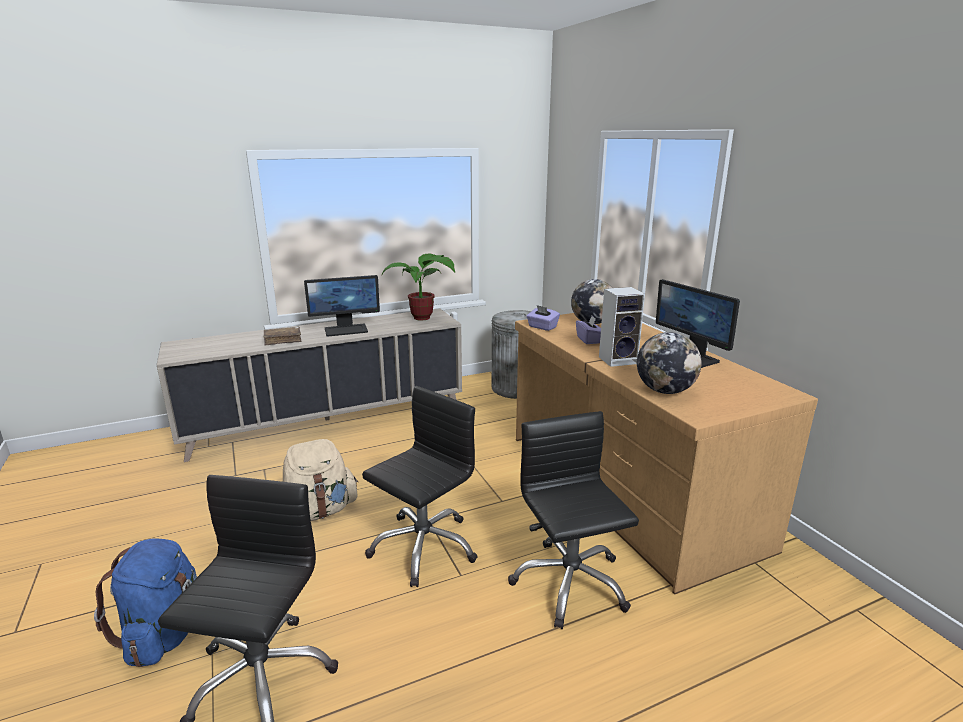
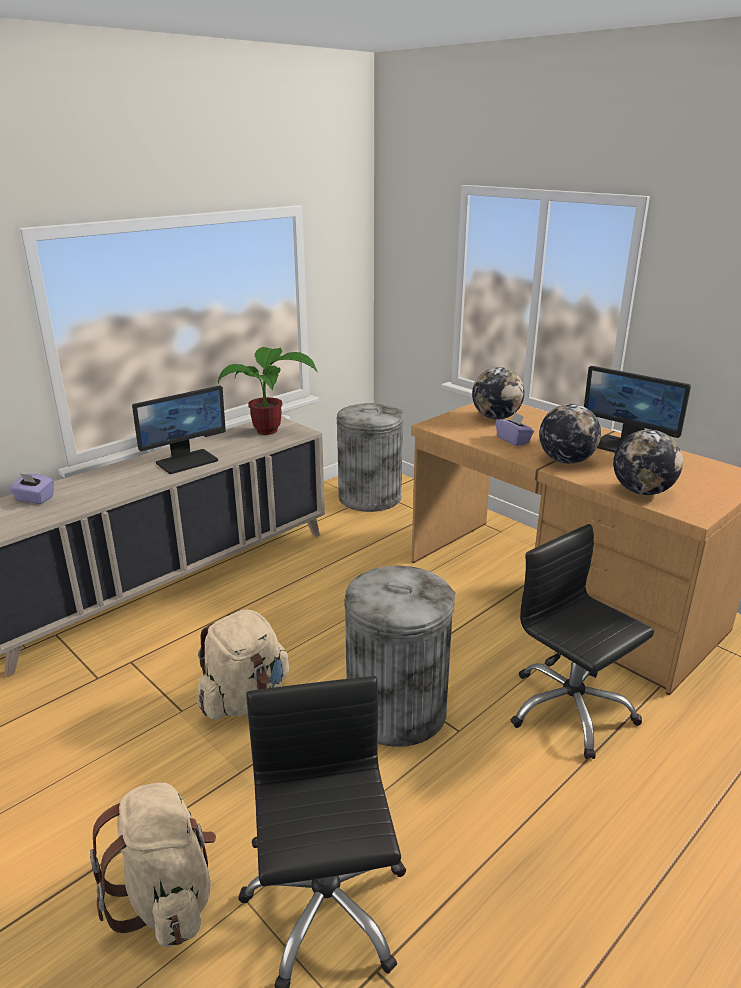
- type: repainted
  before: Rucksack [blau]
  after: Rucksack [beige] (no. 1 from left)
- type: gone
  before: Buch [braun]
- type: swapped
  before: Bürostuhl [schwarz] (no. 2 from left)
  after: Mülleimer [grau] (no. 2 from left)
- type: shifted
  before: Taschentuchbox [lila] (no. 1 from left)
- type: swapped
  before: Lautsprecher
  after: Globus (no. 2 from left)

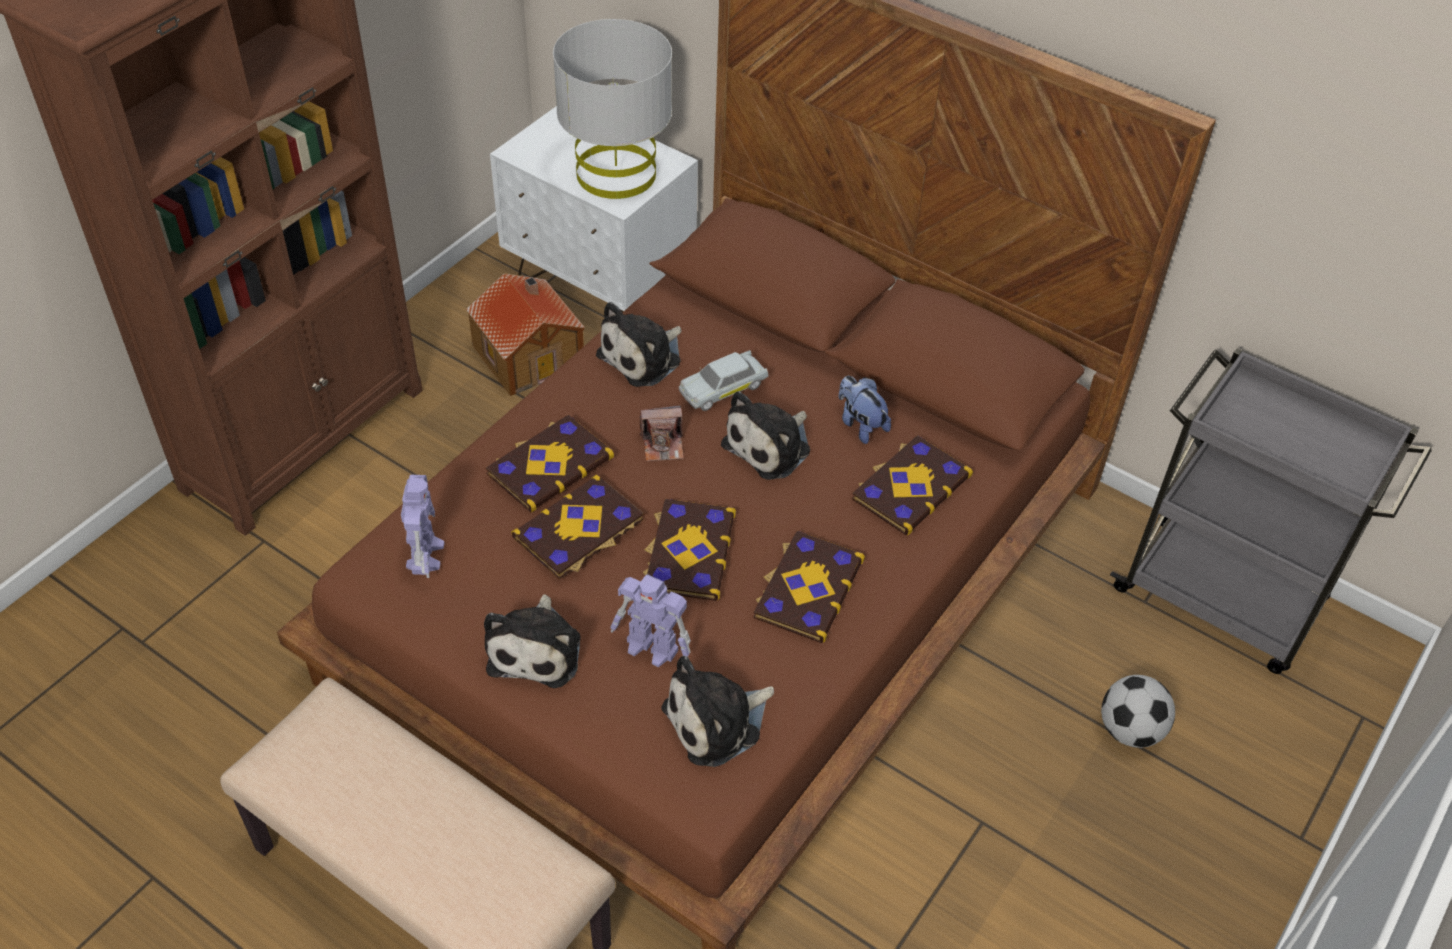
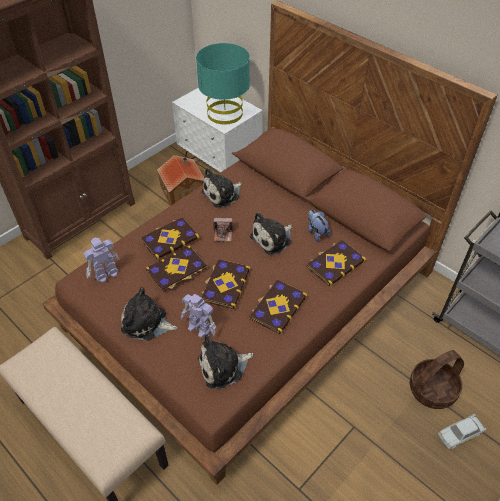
- type: rotated
  before: Spielzeugroboter (no. 1 from left)
  turn: -135
- type: rotated
  before: Plüschtier (no. 1 from left)
  turn: 90
- type: repainted
  before: Tischlampe [grau]
  after: Tischlampe [türkis]
- type: shifted
  before: Spielzeugauto [weiß]
- type: swapped
  before: Fußball
  after: Korb

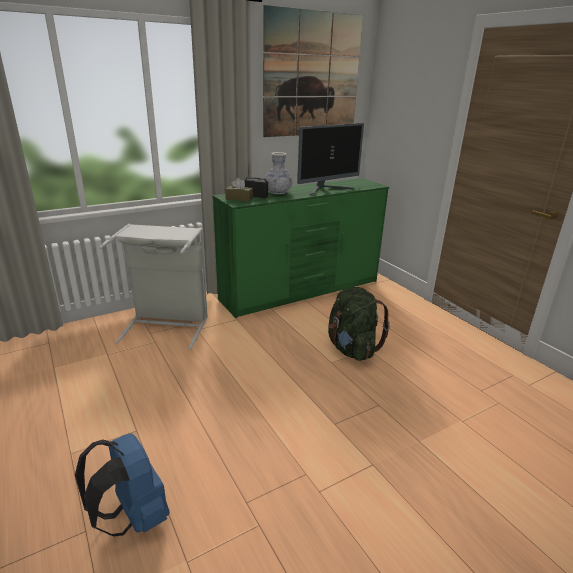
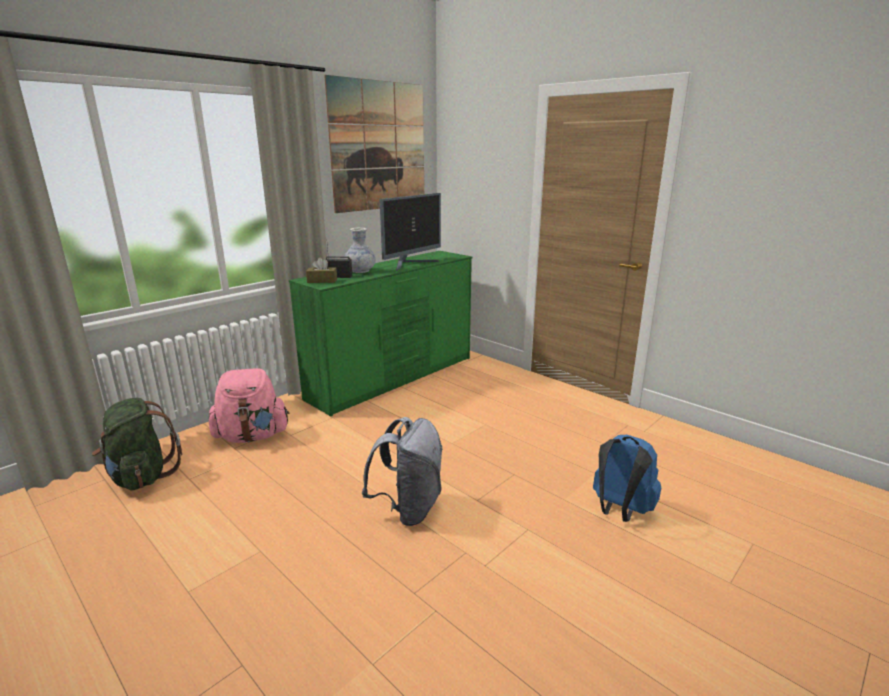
- type: shifted
  before: Rucksack [blau]
- type: swapped
  before: Wäschekorb [grau]
  after: Rucksack [rosa]
- type: shifted
  before: Rucksack [grün]
- type: new
  after: Rucksack [grau]

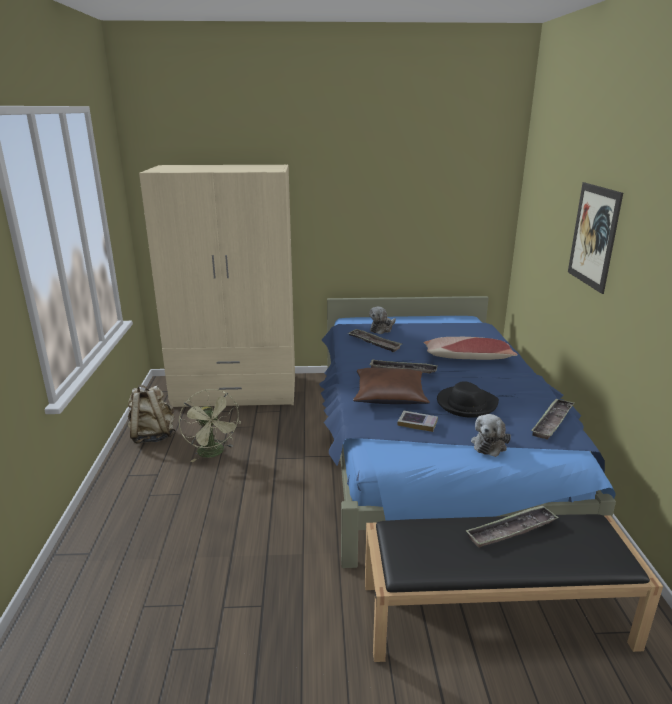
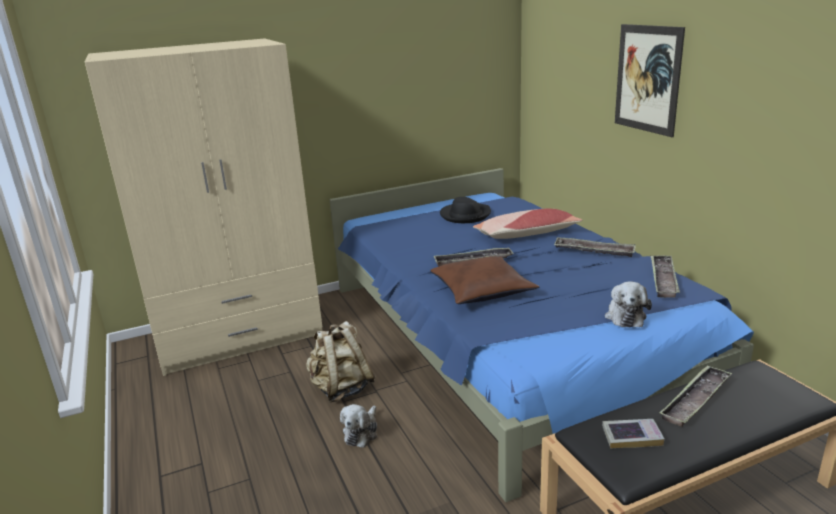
- type: shifted
  before: Rucksack [beige]
- type: gone
  before: Ventilator [grün]
- type: shifted
  before: Tablett (no. 1 from left in the first image)
  after: Tablett (no. 2 from left)
- type: shifted
  before: Plüschtier (no. 1 from left)
- type: shifted
  before: Buch
- type: shifted
  before: Hut [schwarz]

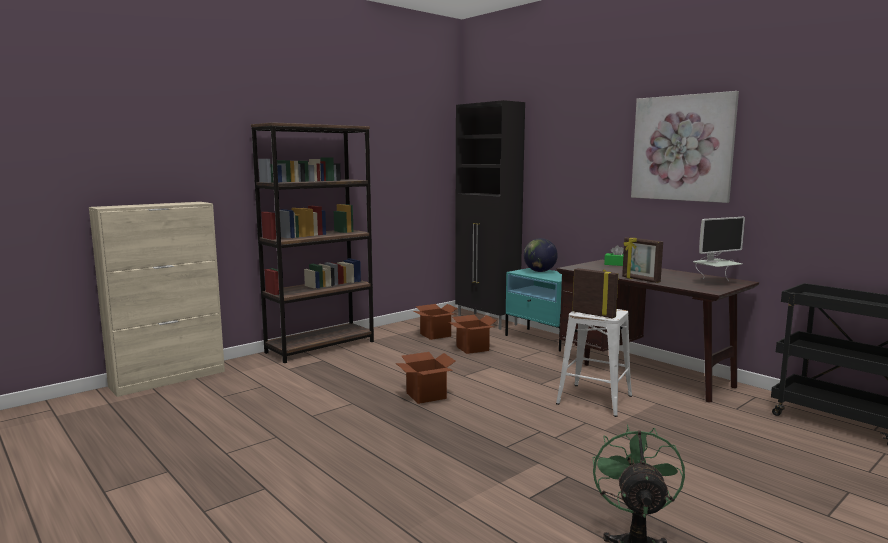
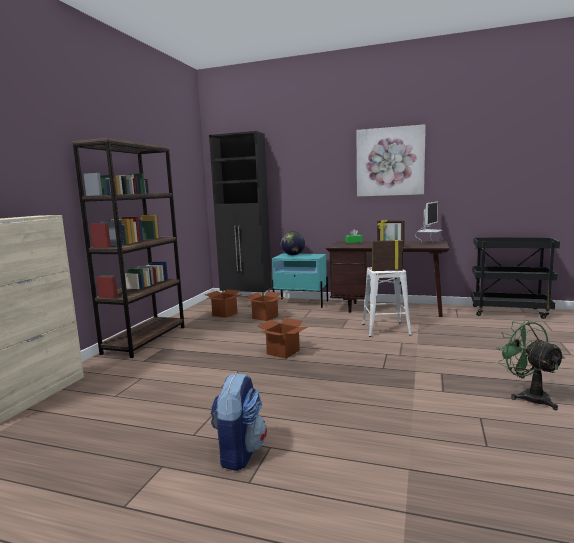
- type: new
  after: Rucksack

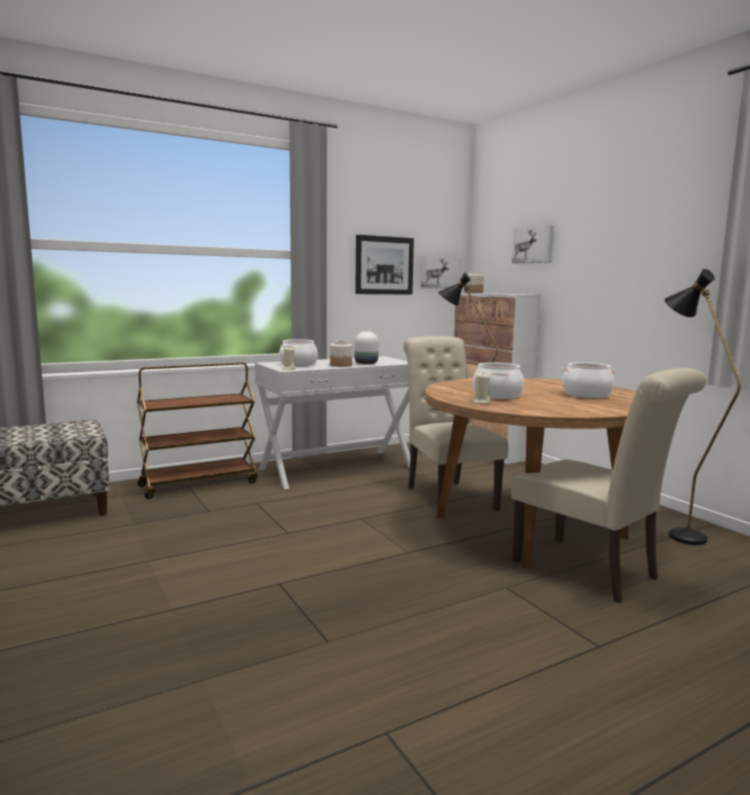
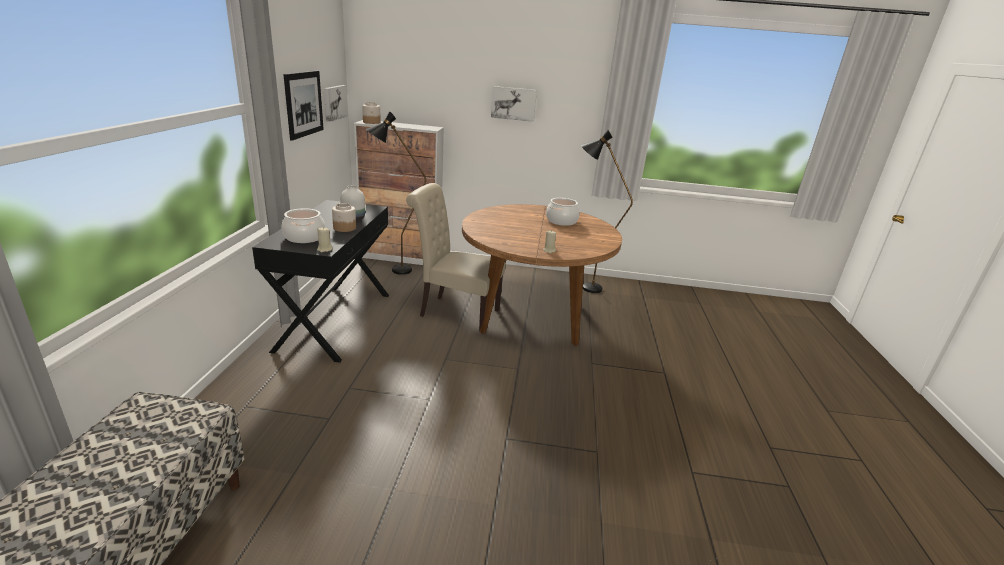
- type: gone
  before: Rollwagen [braun]
- type: repainted
  before: Konsolentisch [weiß]
  after: Konsolentisch [schwarz]
- type: gone
  before: Kochtopf (no. 2 from left)
- type: gone
  before: Stuhl [beige] (no. 2 from left)
- type: shifted
  before: Bild (no. 3 from left)

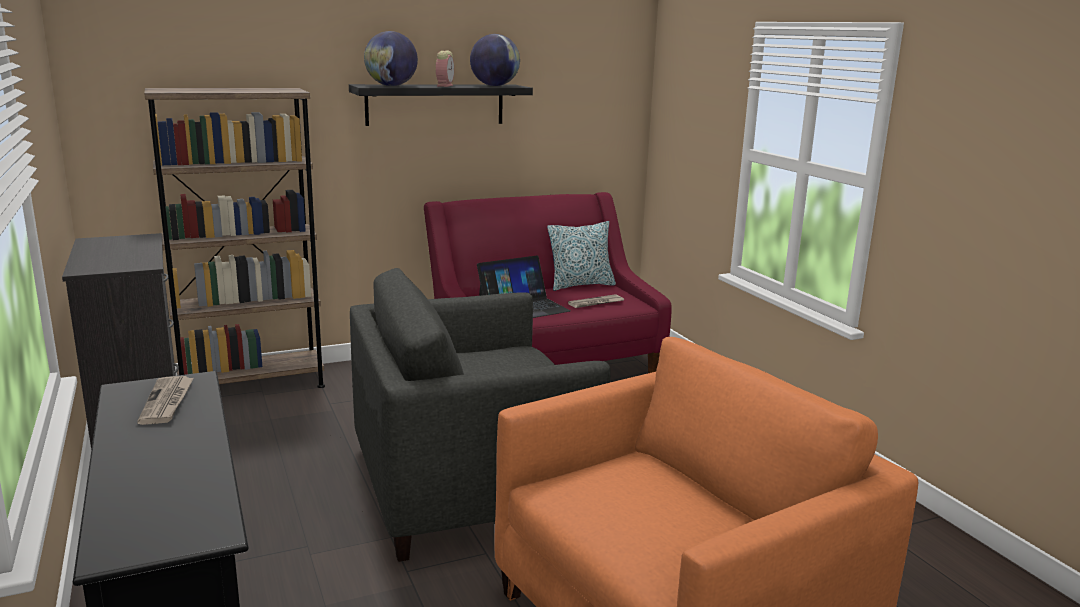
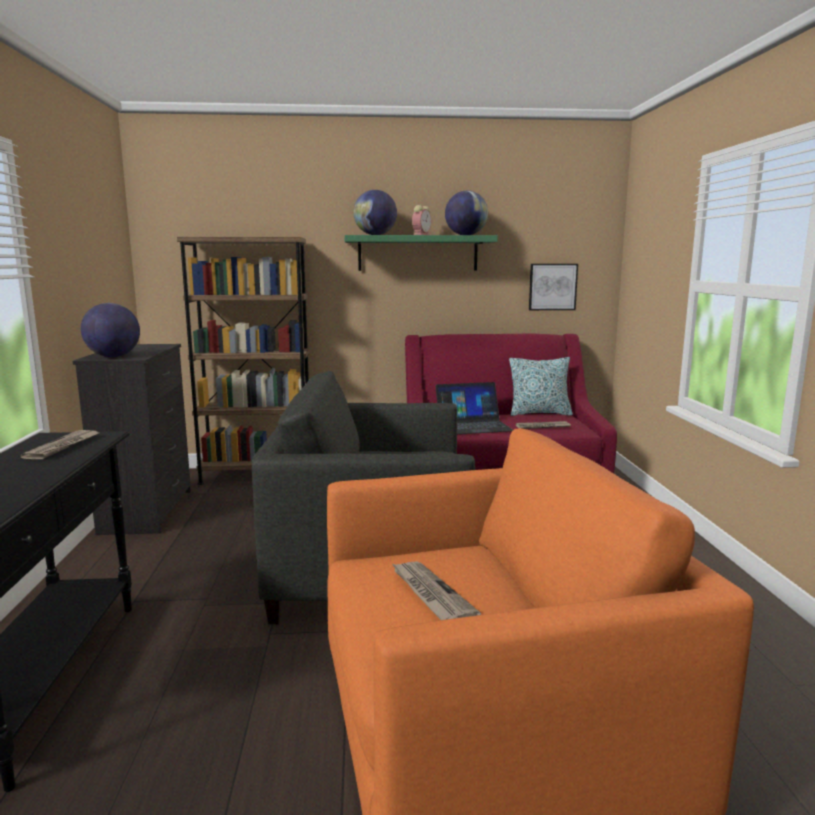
- type: repainted
  before: Wandregal [schwarz]
  after: Wandregal [grün]
- type: new
  after: Globus (no. 1 from left)
- type: new
  after: Zeitung (no. 2 from left)
- type: new
  after: Bild

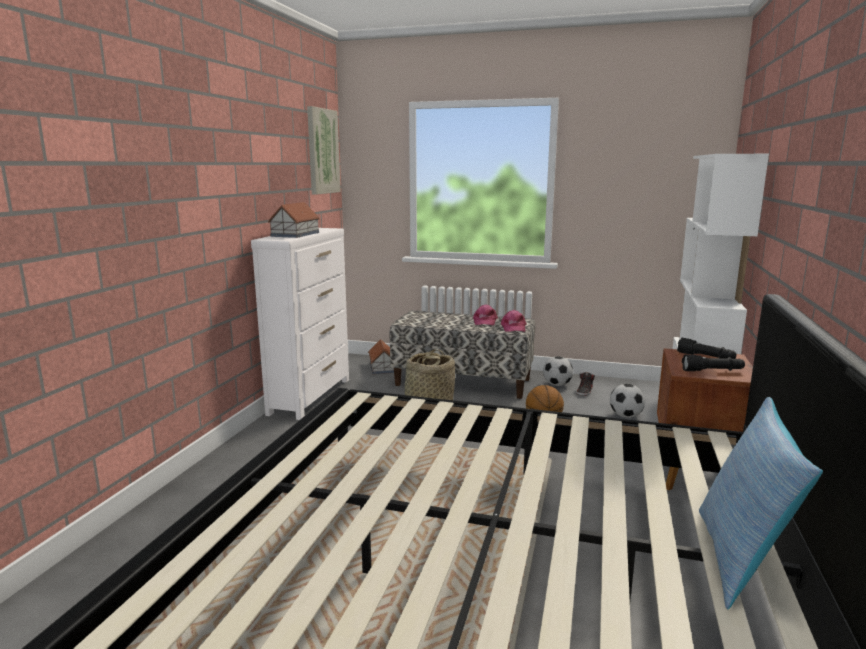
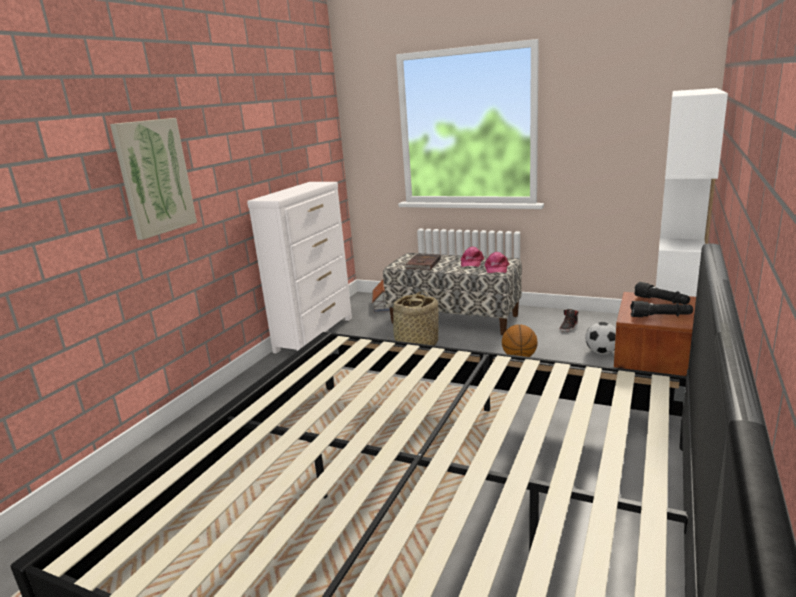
- type: gone
  before: Spielzeughaus (no. 1 from left)
- type: shifted
  before: Bild
- type: gone
  before: Fußball (no. 1 from left)
- type: gone
  before: Kissen
- type: new
  after: Buch [braun]

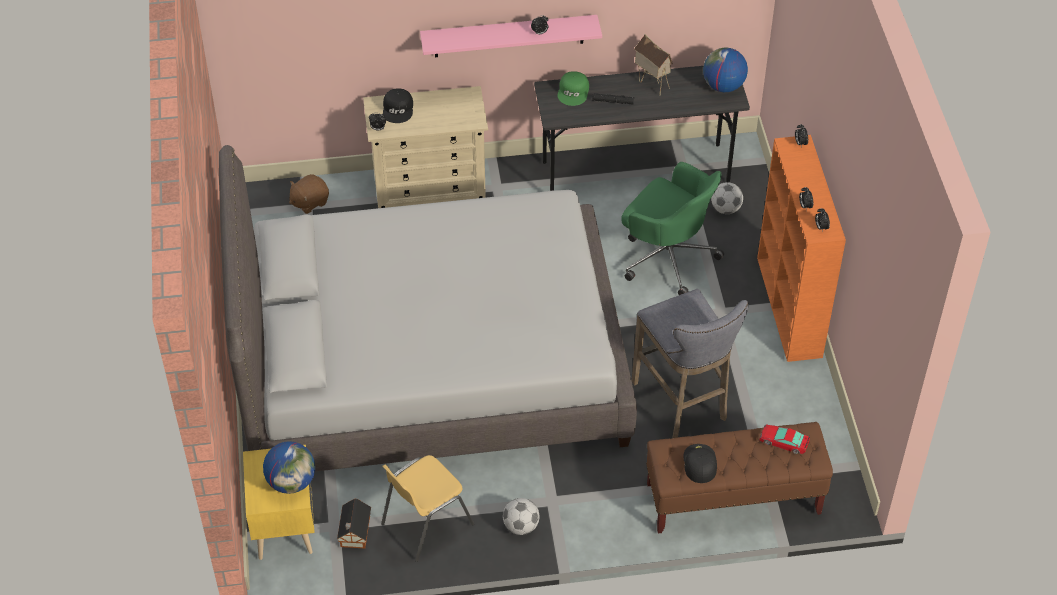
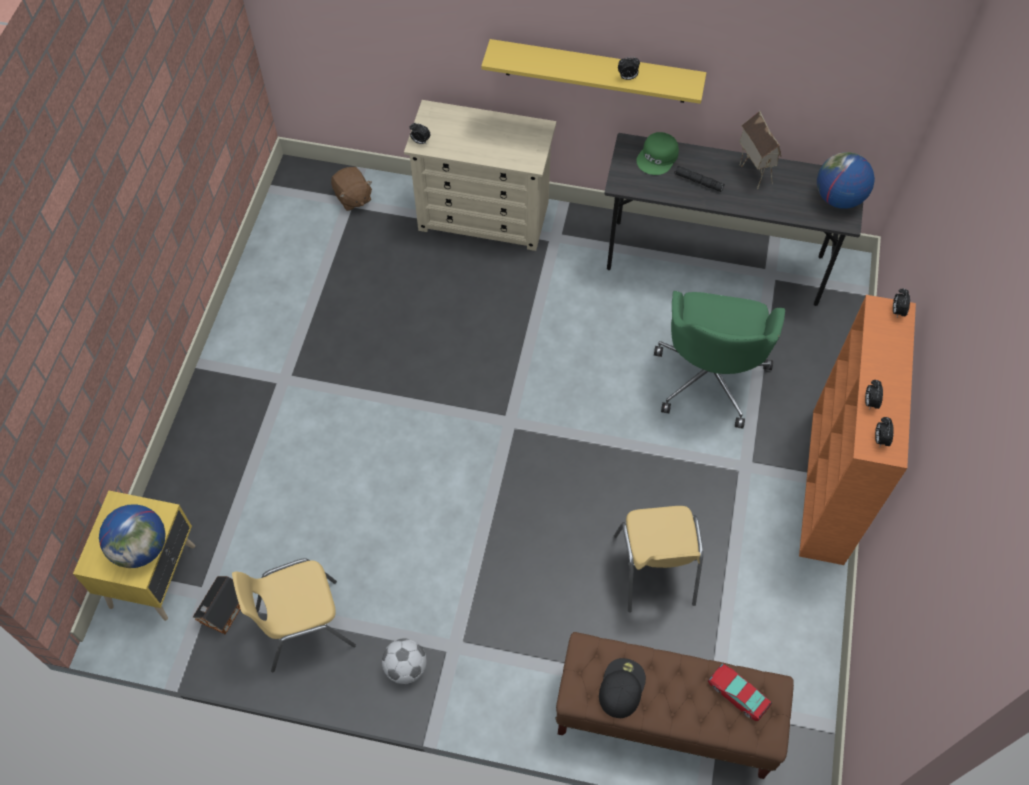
- type: gone
  before: Bett [grau]
- type: rotated
  before: Plüschtier [braun]
  turn: -105
- type: gone
  before: Kappe [schwarz] (no. 1 from left)
- type: repainted
  before: Wandregal [rosa]
  after: Wandregal [gelb]
- type: rotated
  before: Bürostuhl [grün]
  turn: 45
- type: swapped
  before: Hocker [grau]
  after: Stuhl [gelb] (no. 2 from left)
- type: gone
  before: Fußball (no. 2 from left)

